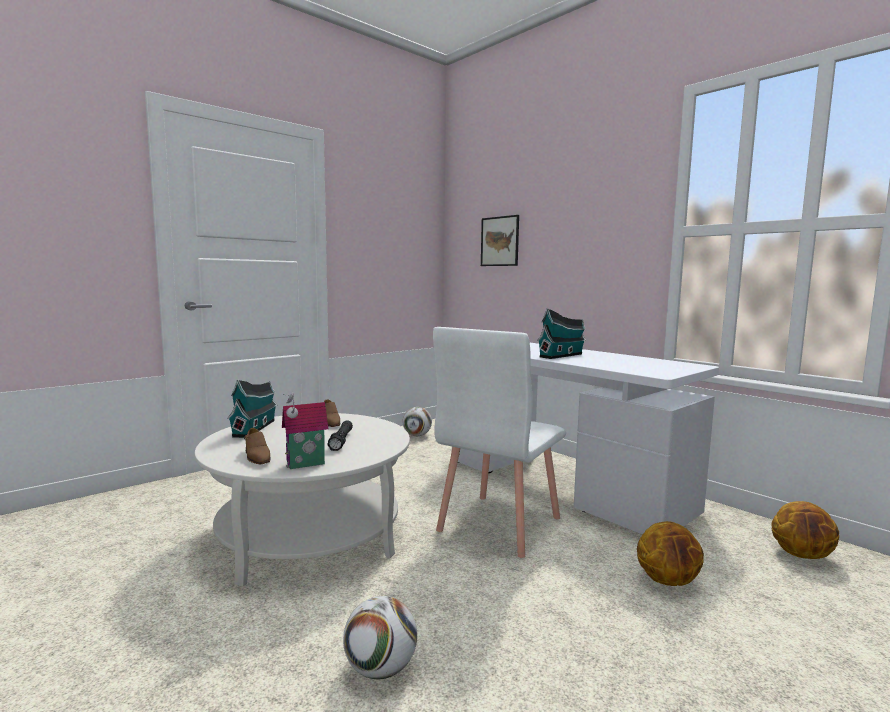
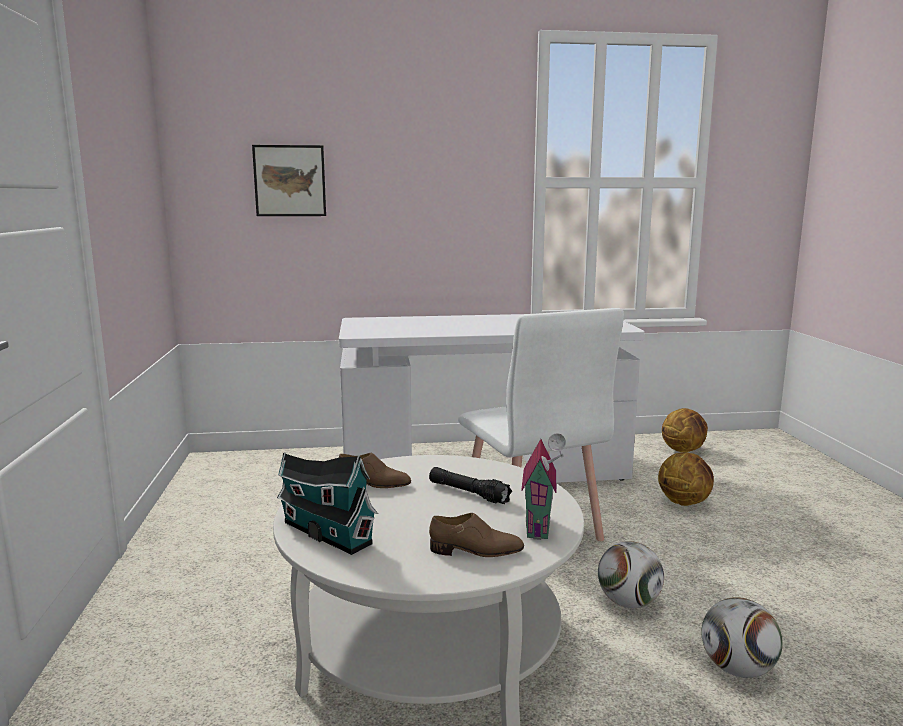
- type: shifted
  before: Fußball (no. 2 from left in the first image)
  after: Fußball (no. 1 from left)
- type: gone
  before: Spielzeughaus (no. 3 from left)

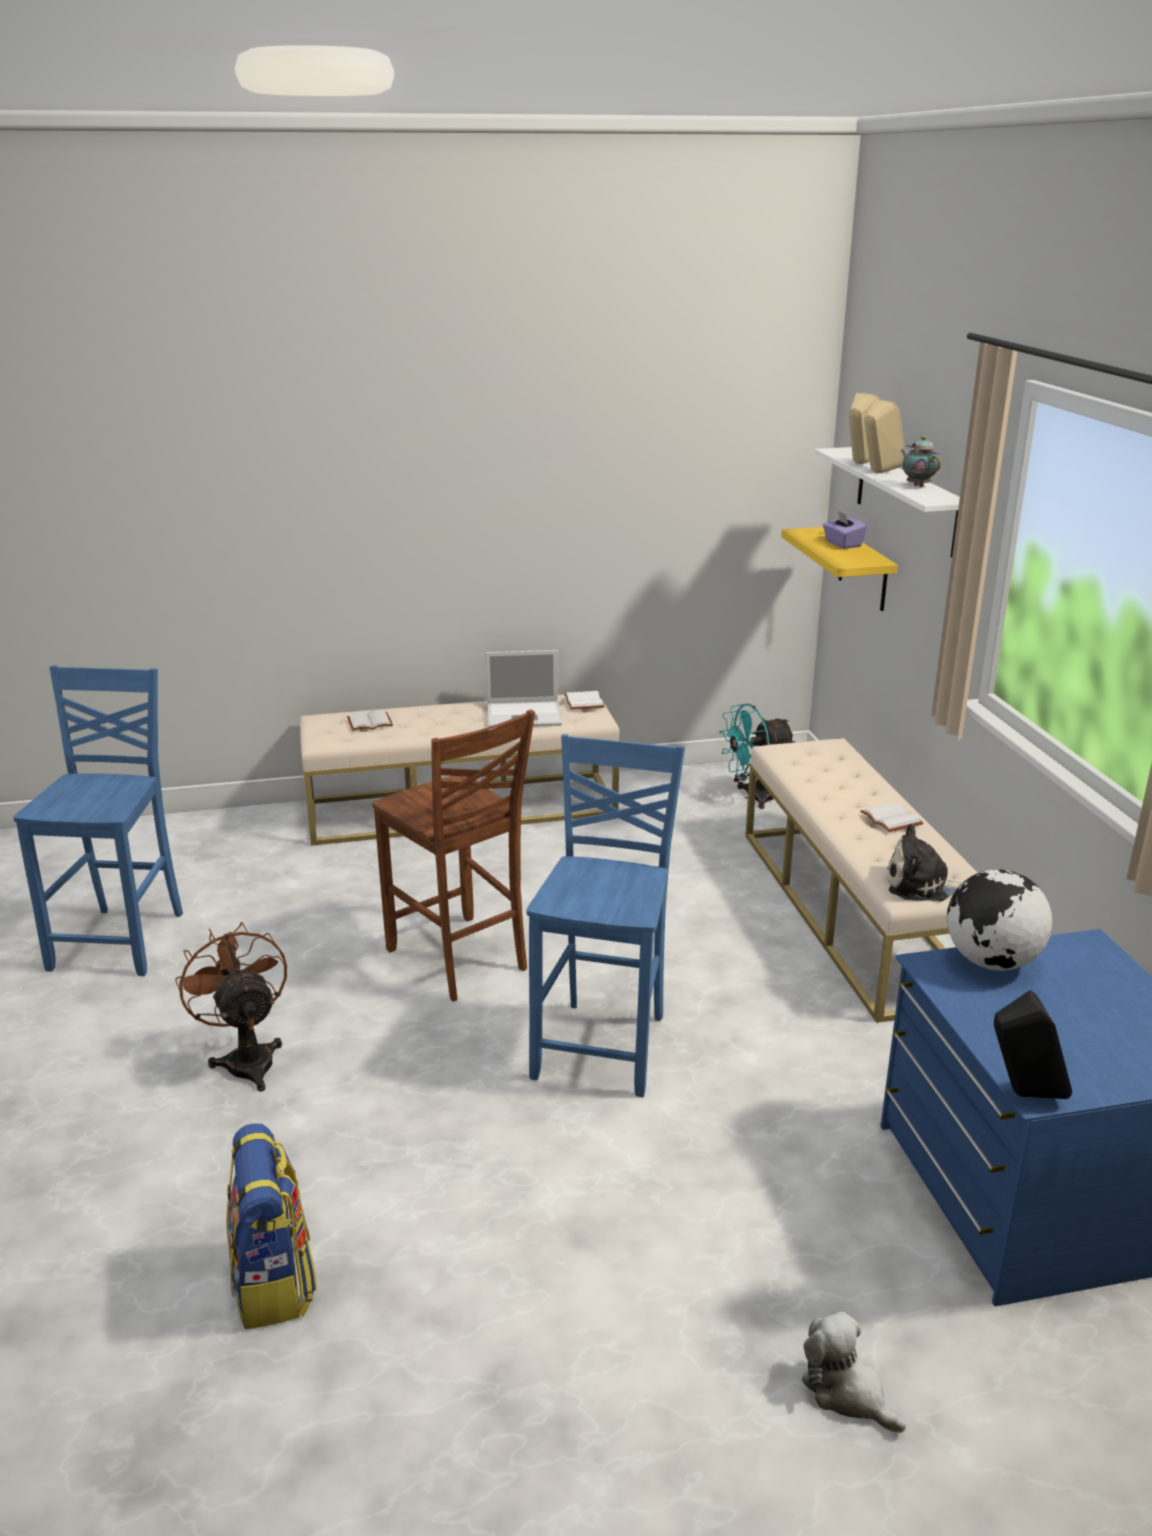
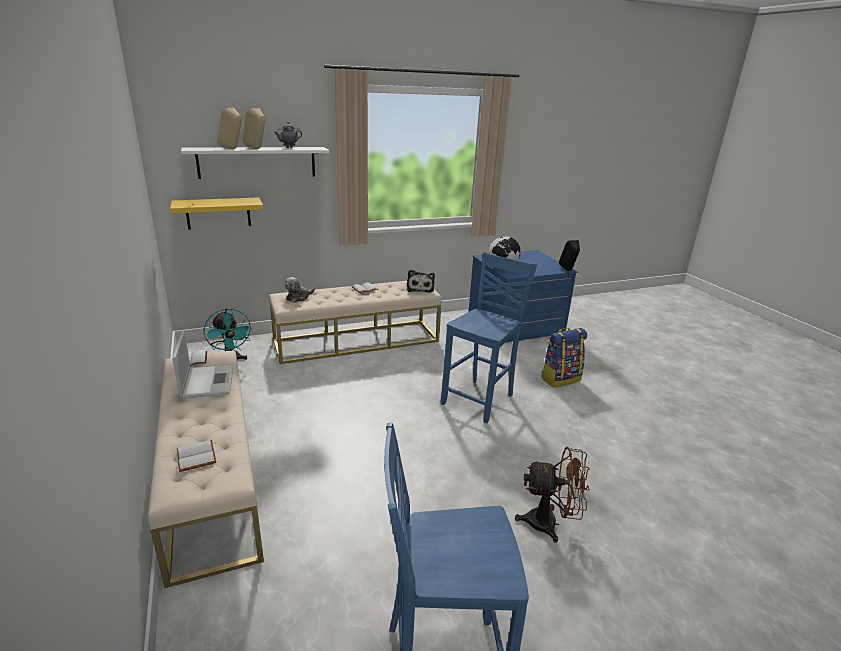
- type: rotated
  before: Ventilator [braun]
  turn: -135
- type: shifted
  before: Rucksack
- type: gone
  before: Stuhl [braun]
- type: rotated
  before: Stuhl [blau] (no. 2 from left)
  turn: 120
- type: shifted
  before: Plüschtier (no. 1 from left)
- type: gone
  before: Taschentuchbox [lila]

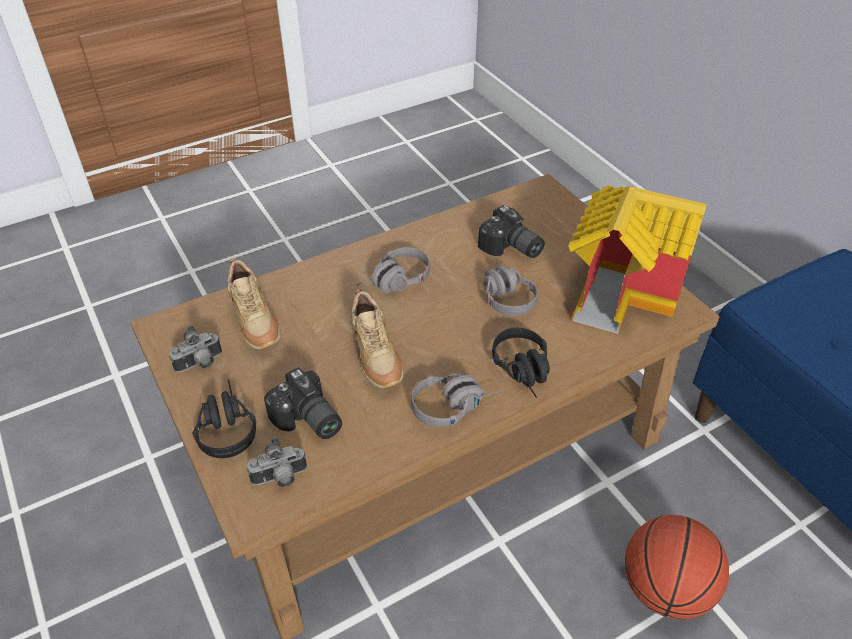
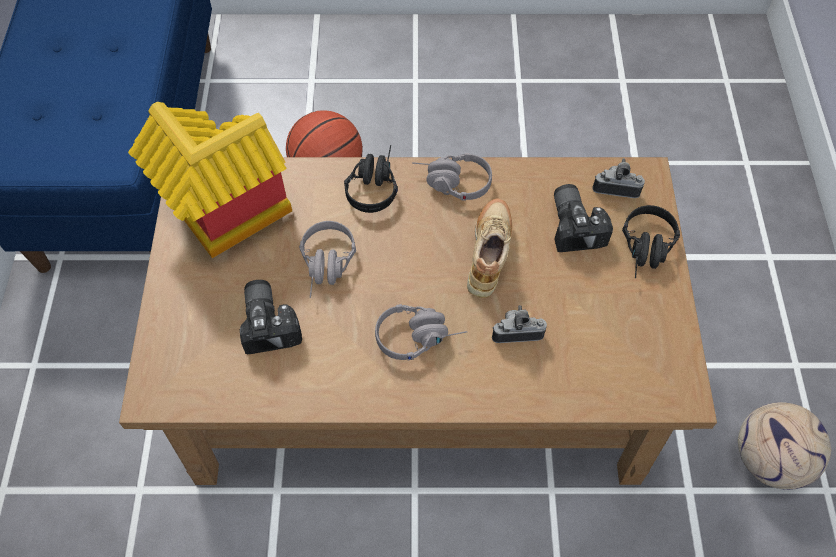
- type: shifted
  before: Kamera (no. 1 from left in the first image)
  after: Kamera (no. 2 from left)
- type: gone
  before: Schuh [beige] (no. 1 from left)
- type: new
  after: Fußball

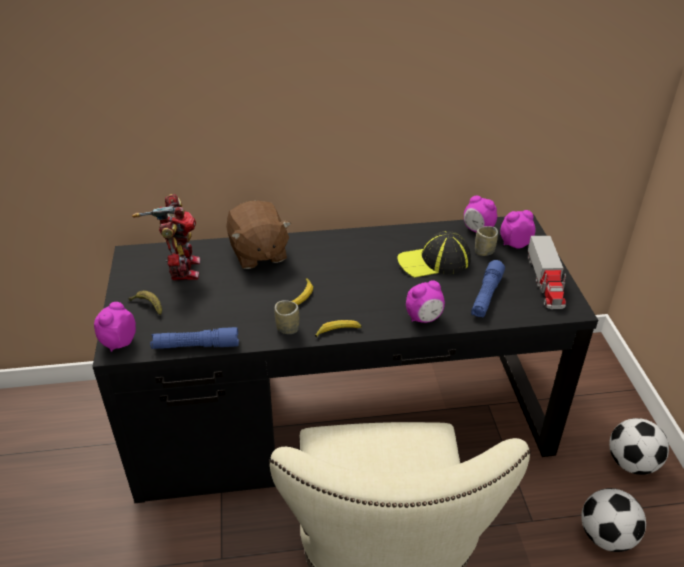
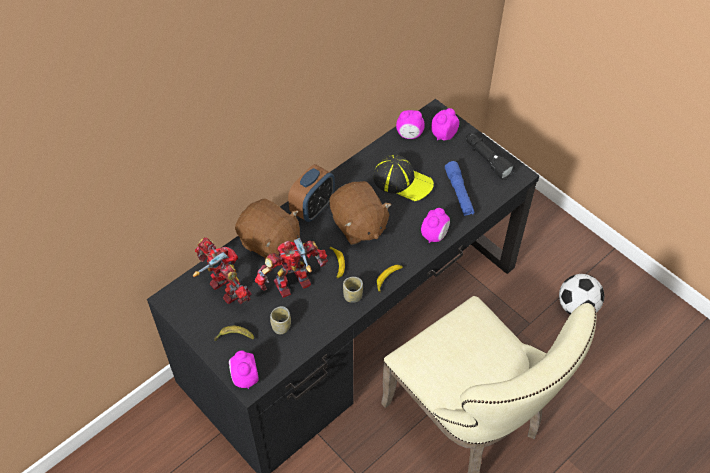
- type: gone
  before: Taschenlampe [blau] (no. 1 from left)
- type: rotated
  before: Kappe
  turn: -105
- type: shifted
  before: Tasse (no. 2 from left in the first image)
  after: Tasse (no. 1 from left)
- type: swapped
  before: Spielzeuglaster
  after: Taschenlampe [schwarz]
- type: gone
  before: Fußball (no. 2 from left)
- type: new
  after: Spielzeugroboter (no. 2 from left)
- type: new
  after: Wecker (no. 2 from left)
- type: new
  after: Plüschtier [braun] (no. 2 from left)

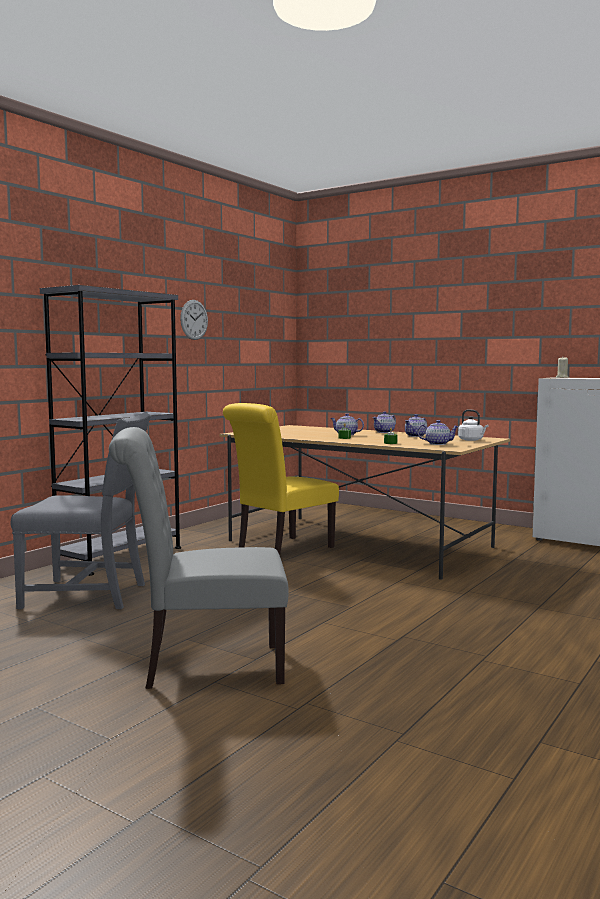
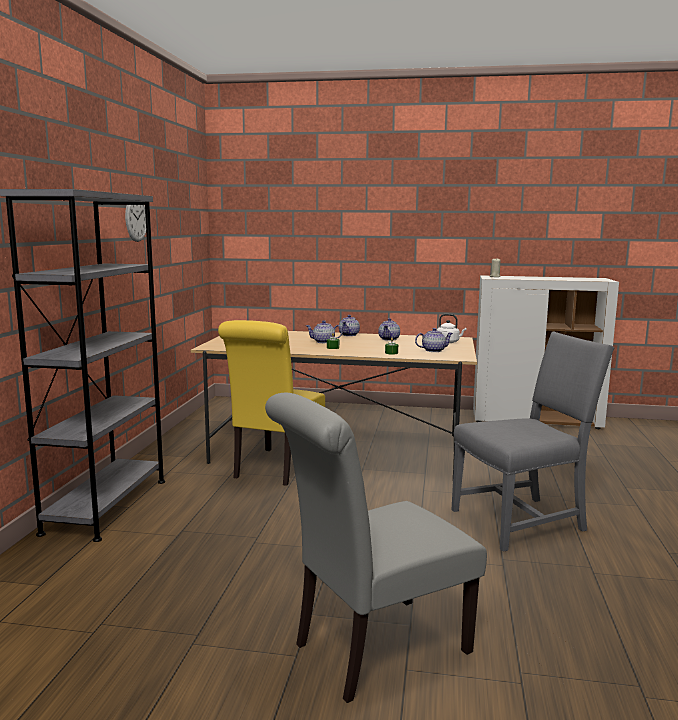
- type: shifted
  before: Stuhl [grau] (no. 1 from left in the first image)
  after: Stuhl [grau] (no. 2 from left)

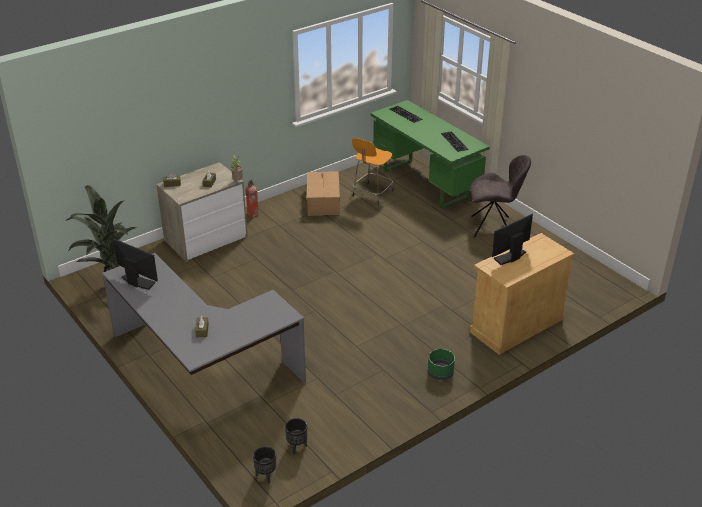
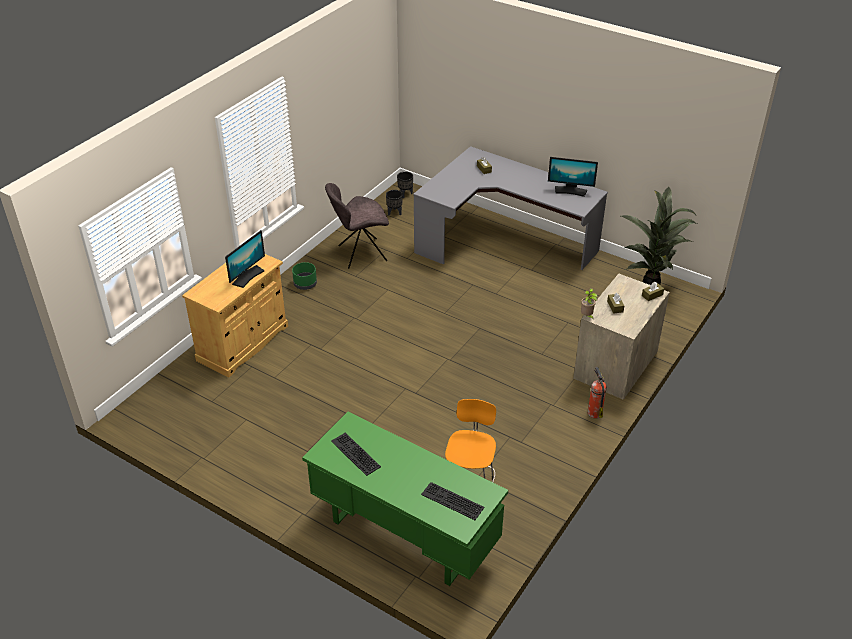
- type: gone
  before: Karton
- type: shifted
  before: Stuhl [grau]

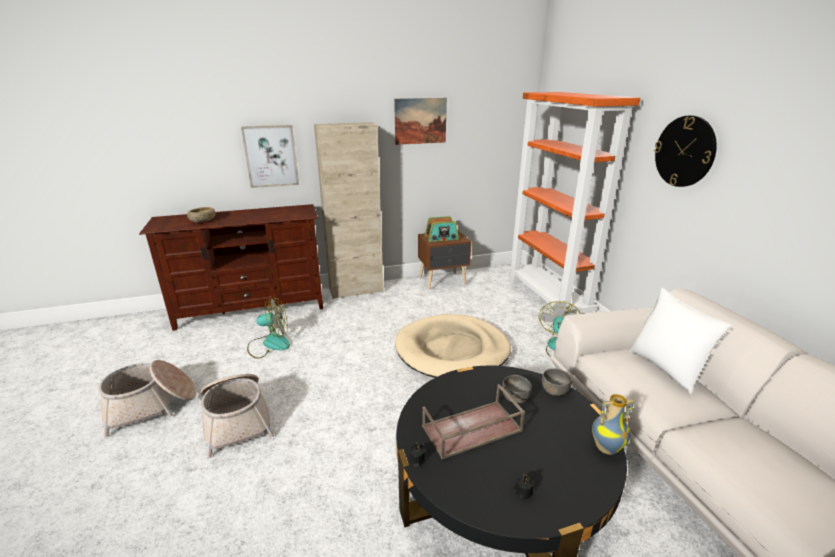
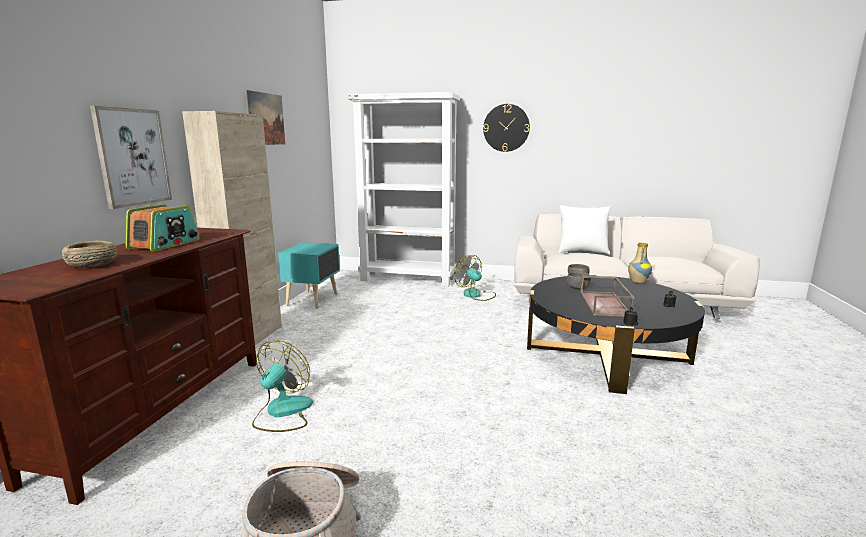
- type: gone
  before: Korb (no. 2 from left)
- type: gone
  before: Hundebett [beige]
- type: repainted
  before: Nachttisch [braun]
  after: Nachttisch [türkis]
- type: shifted
  before: Radio
- type: repainted
  before: Bücherregal [orange]
  after: Bücherregal [weiß]

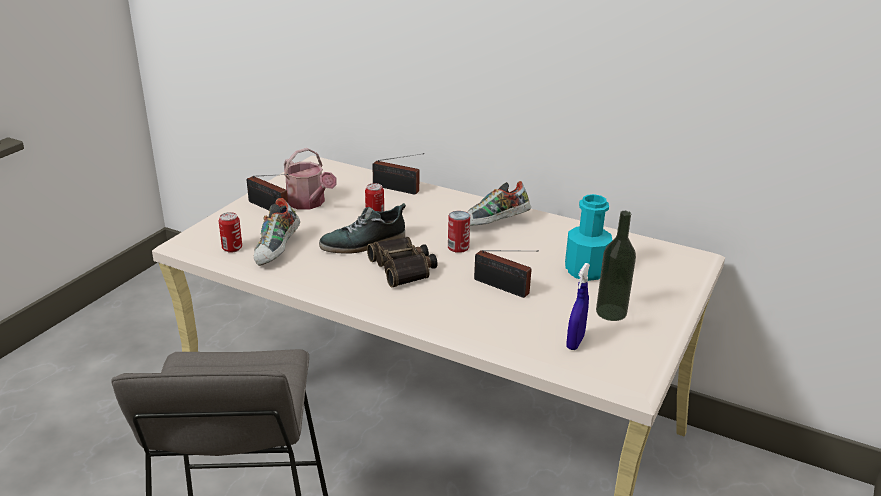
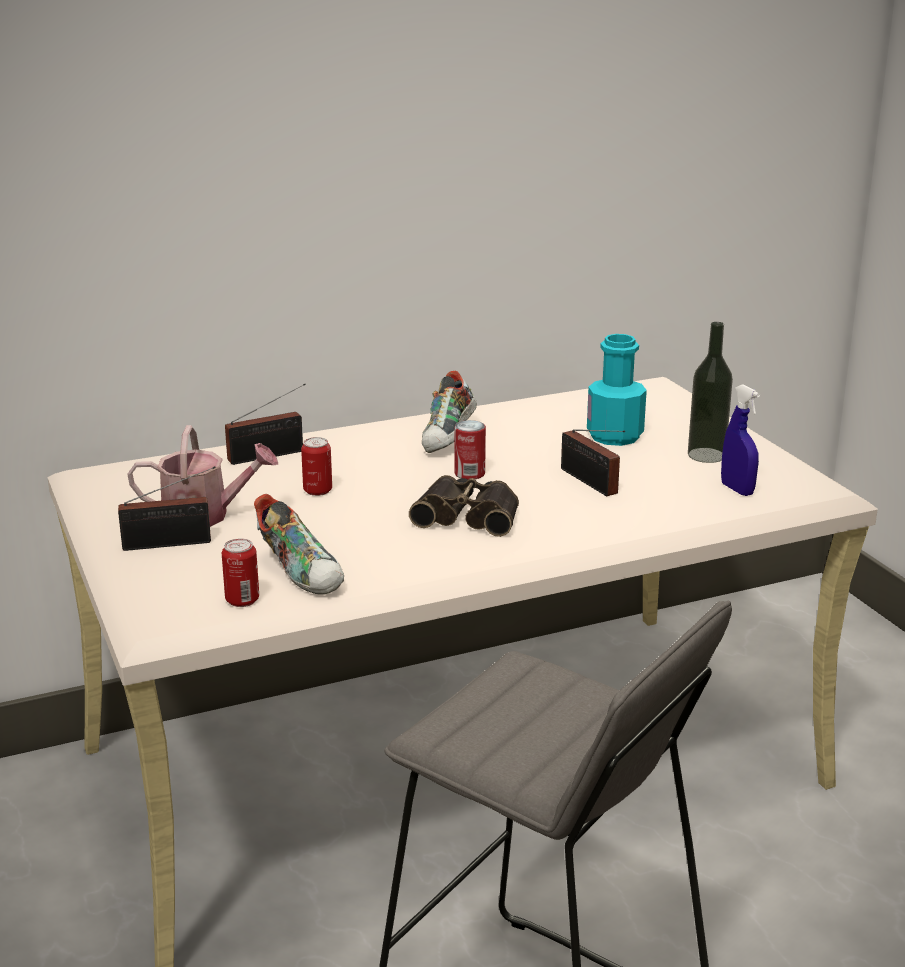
- type: gone
  before: Schuh (no. 2 from left)
- type: rotated
  before: Radio (no. 3 from left)
  turn: 75

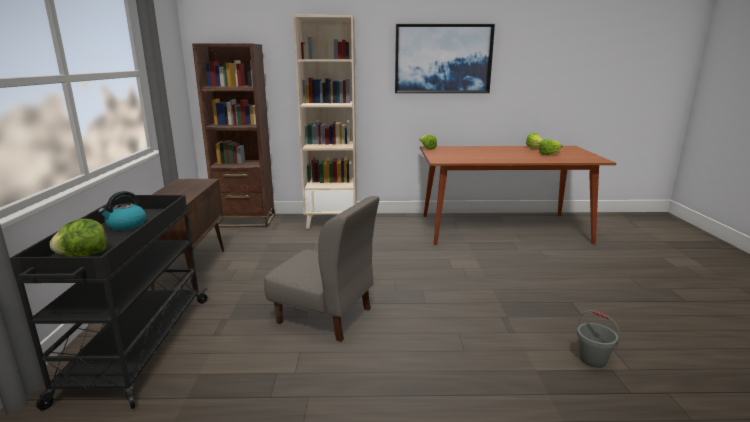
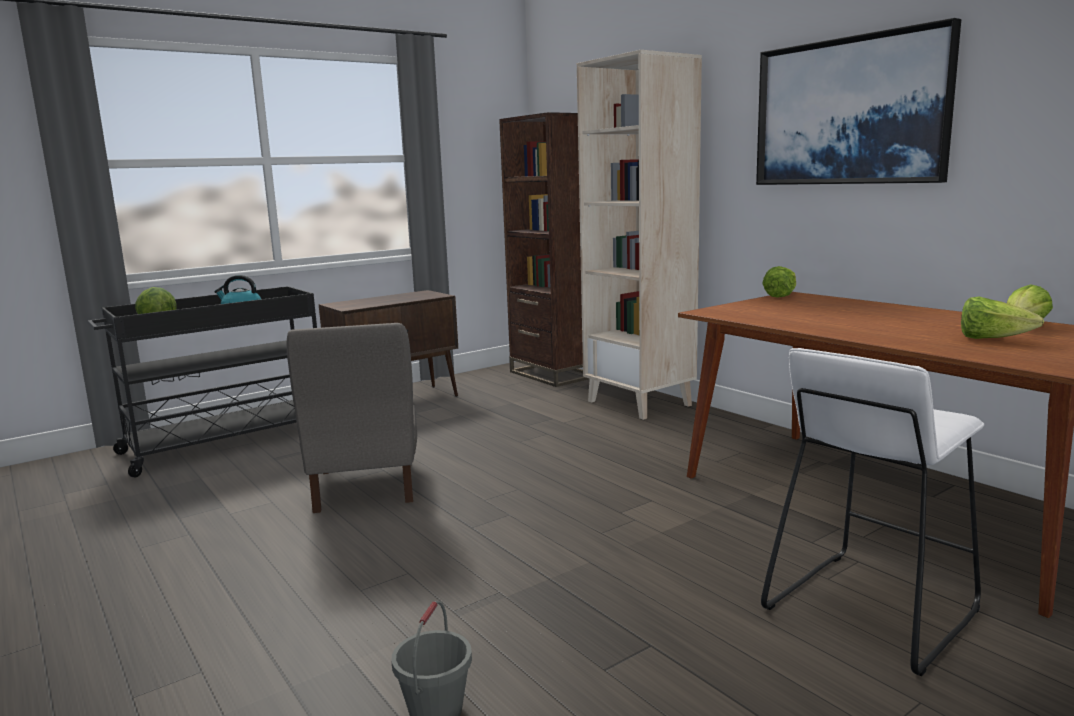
- type: new
  after: Hocker [weiß]

